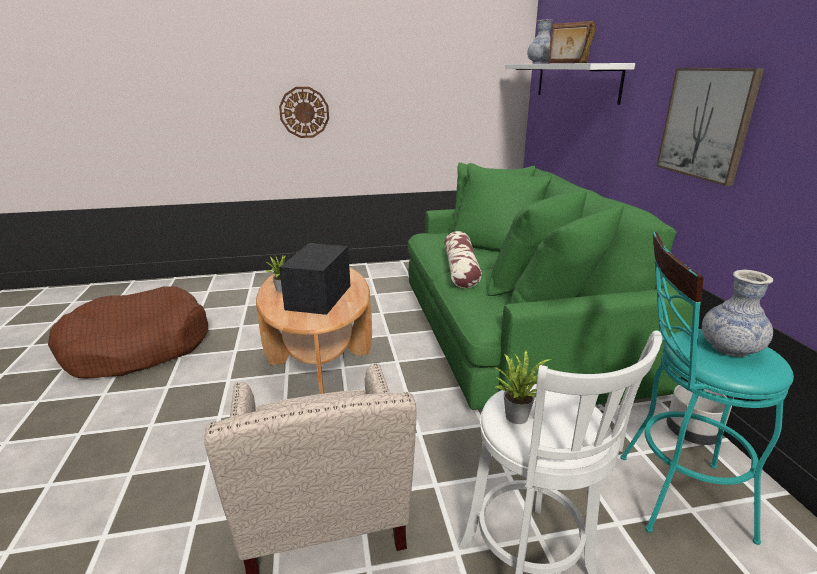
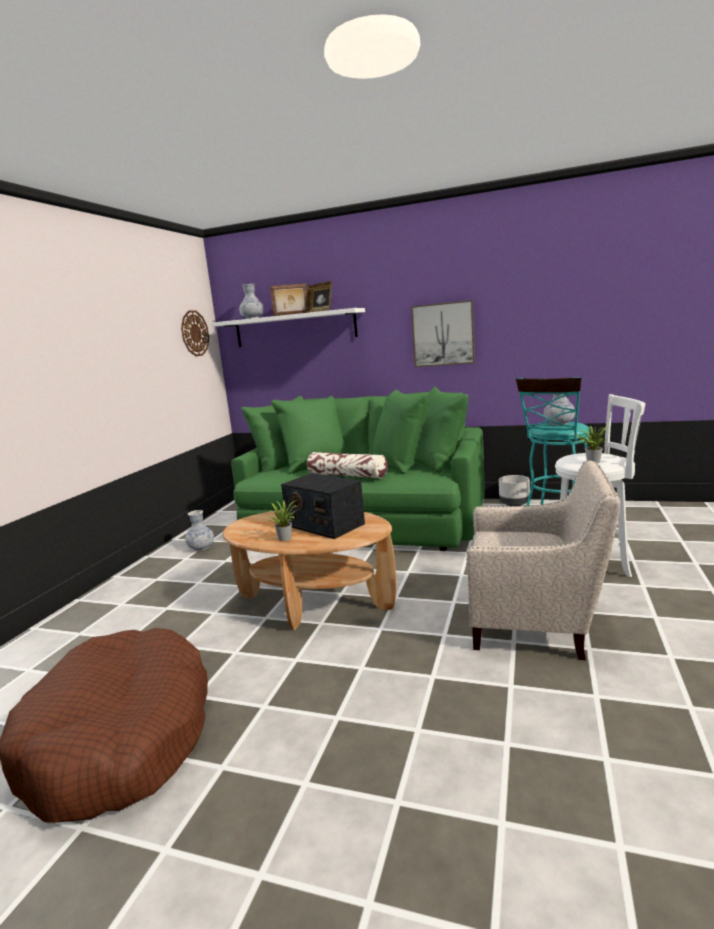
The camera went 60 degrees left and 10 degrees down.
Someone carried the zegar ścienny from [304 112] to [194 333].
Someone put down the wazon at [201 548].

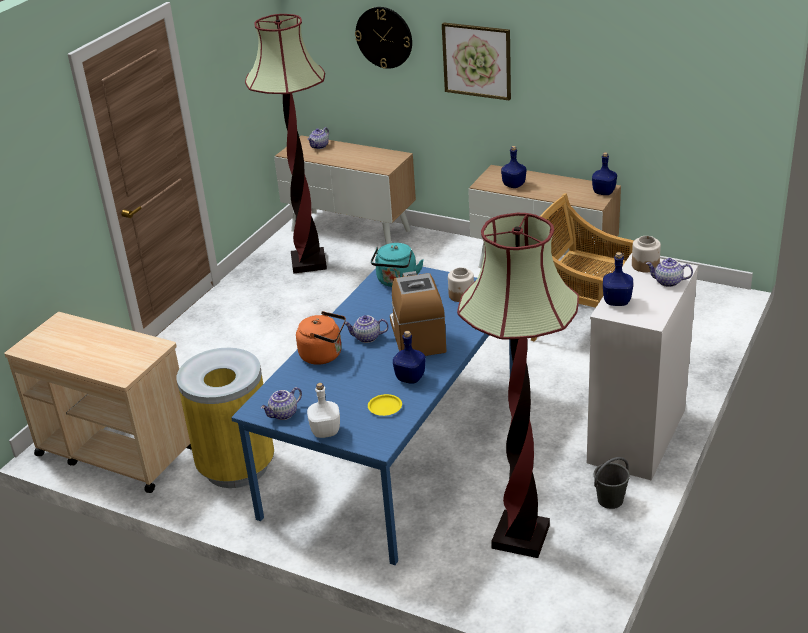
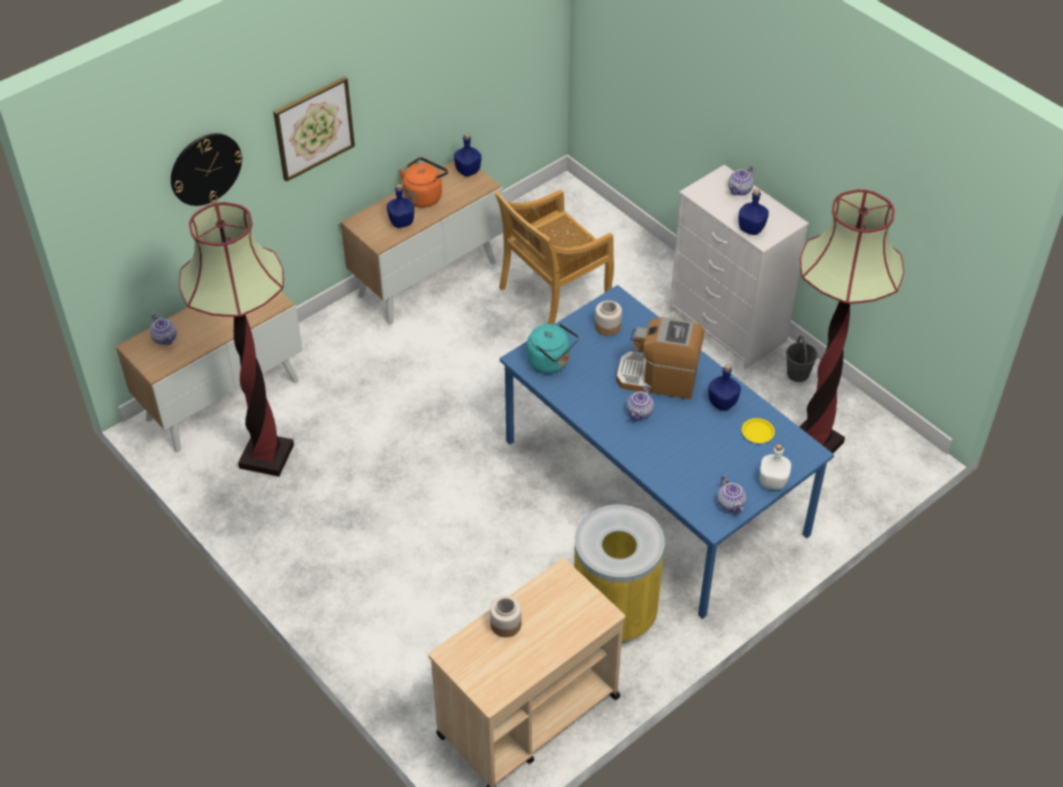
The camera went 70 degrees left and 15 degrees up.
Someone carried the czajnik (pomarańczowy) from [324 355] to [424 196].
Someone carried the słoik from [645 265] to [505 624].

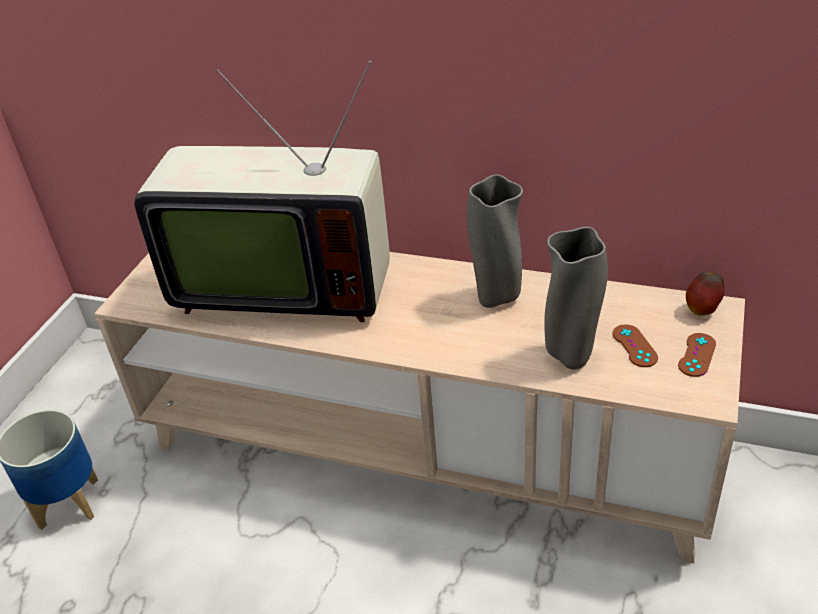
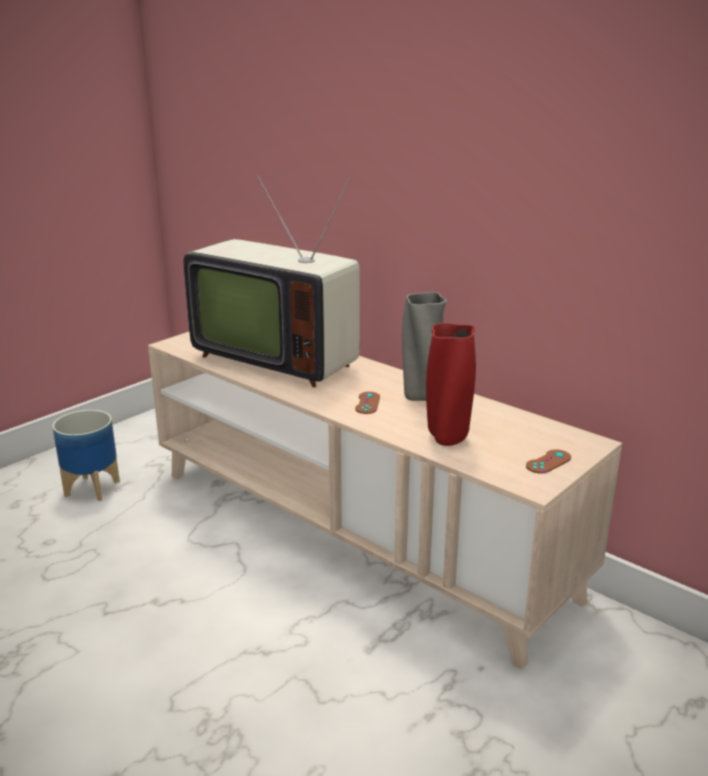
The camera went 20 degrees right and 15 degrees down.
Someone carried the pad do gier (brązowy) from [634 346] to [367 403].
Someone repainted the wazon (szary) at [571 355], which became the wazon (czerwony) at [447 438].
Someone took away the jabłko at [702 310].

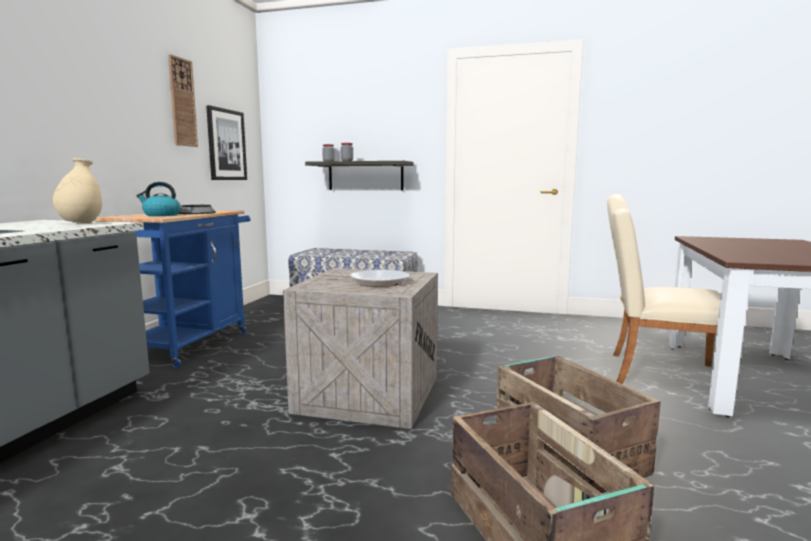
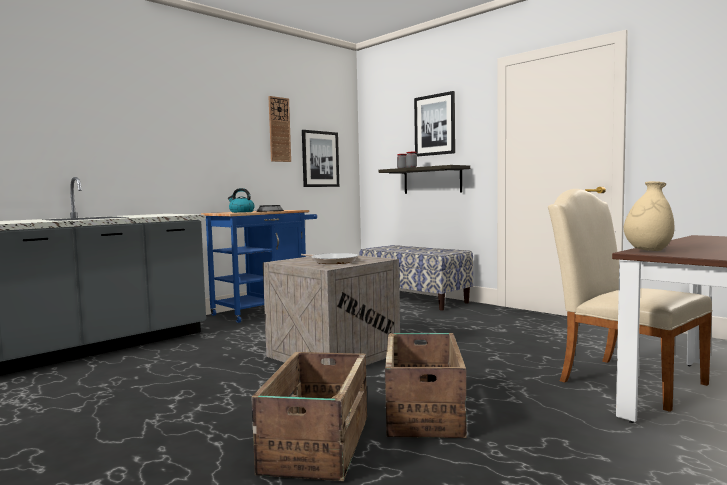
The camera went 30 degrees right and 5 degrees down.
Someone put up the obraz at [435 125].
Someone carried the wazon (beżowy) from [80 223] to [648 251].

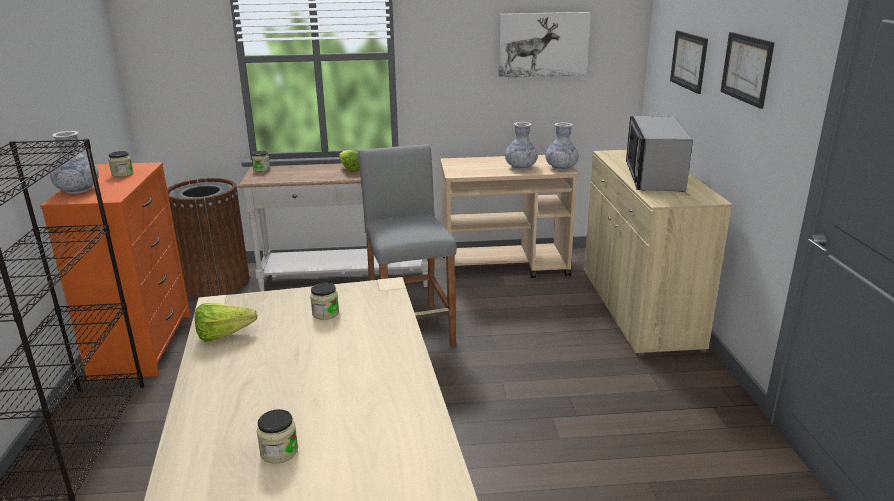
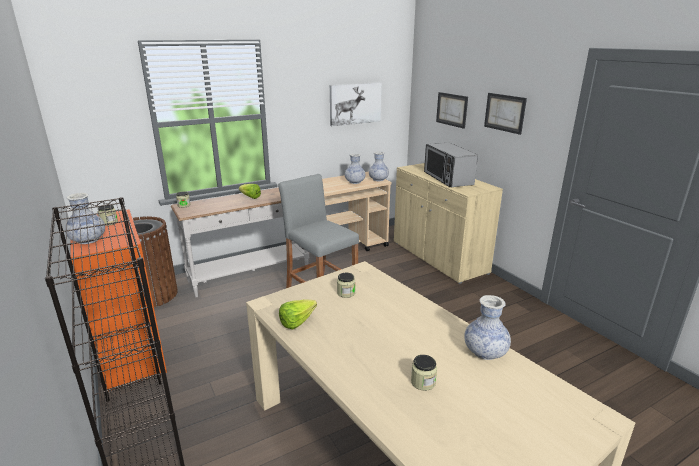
The camera went 25 degrees left and 0 degrees up.
Someone put down the wazon at [485 352].

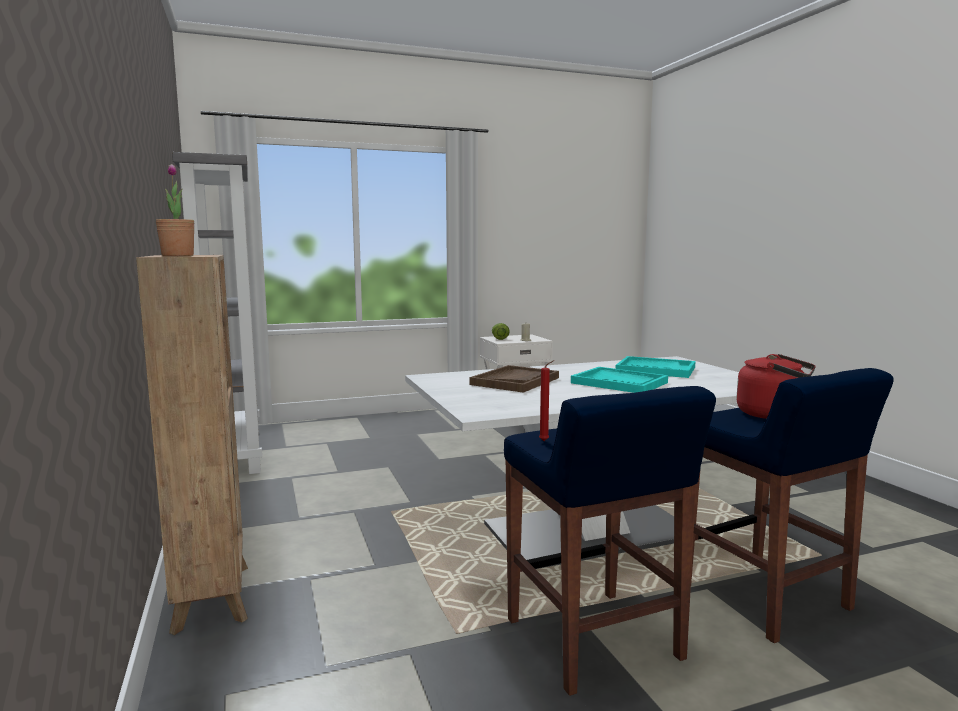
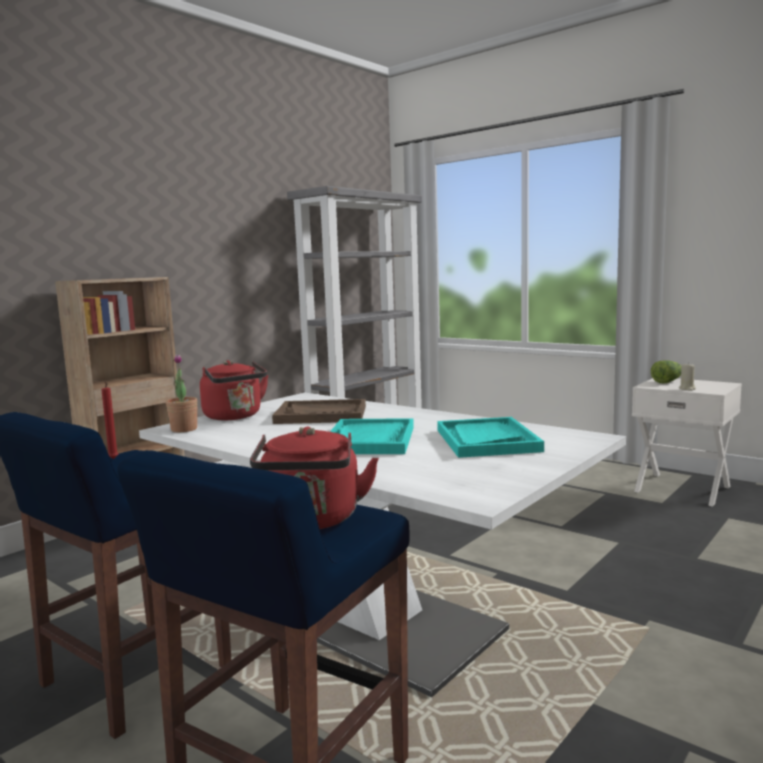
The camera went 60 degrees right and 0 degrees up.
Someone carried the roślina doniczkowa from [177 255] to [184 429].
Someone put down the czajnik (czerwony) at [235 417].

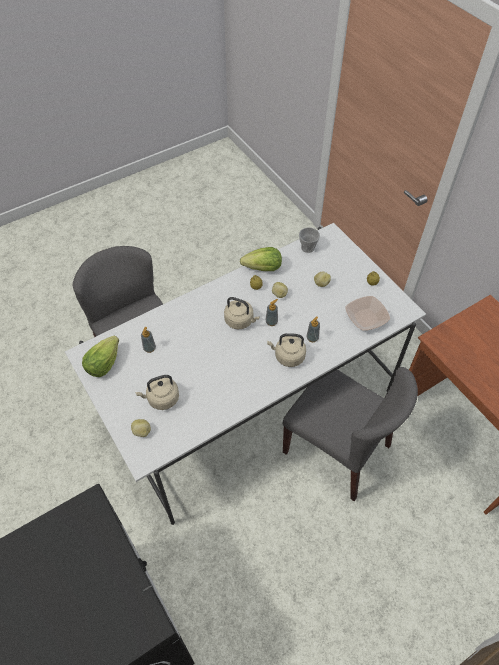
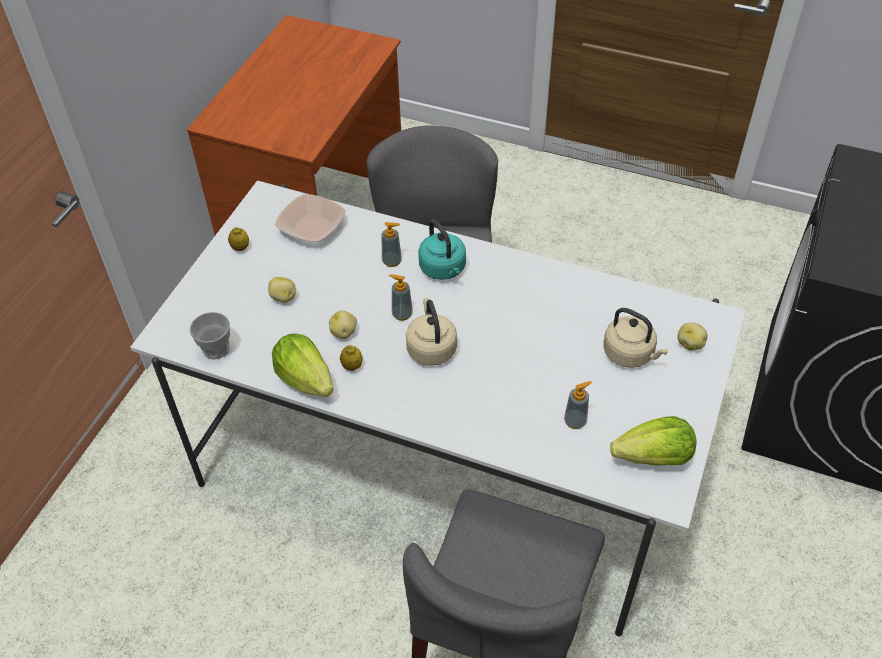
The camera went 125 degrees left and 5 degrees down.
Someone repainted the czajnik (beżowy) at [288 356], which became the czajnik (turkusowy) at [443 269].

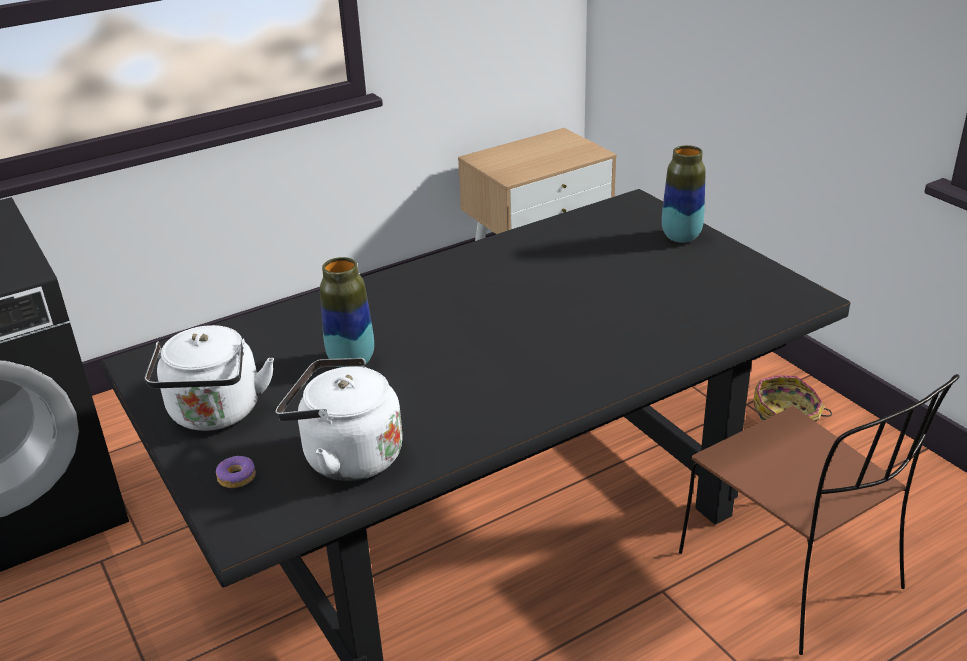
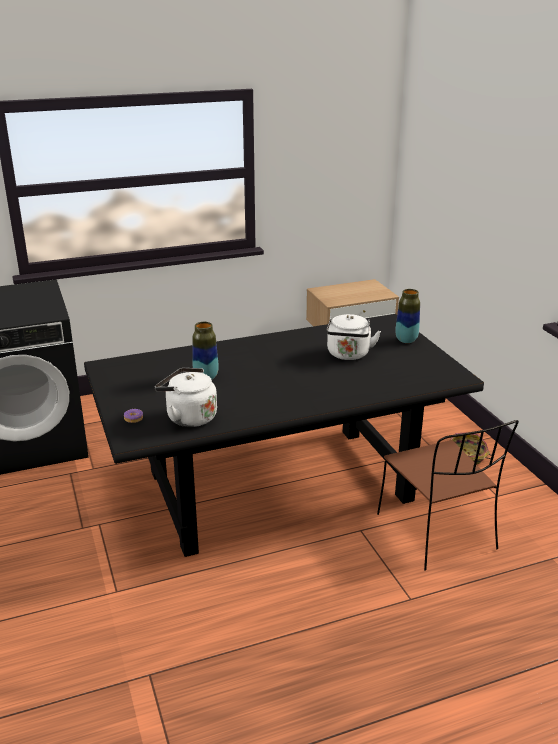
The camera went 10 degrees right and 5 degrees down.
Someone carried the czajnik (biały) from [215 414] to [348 355].

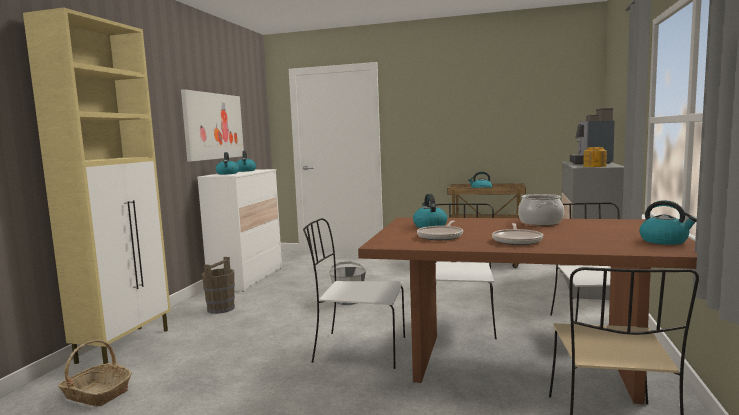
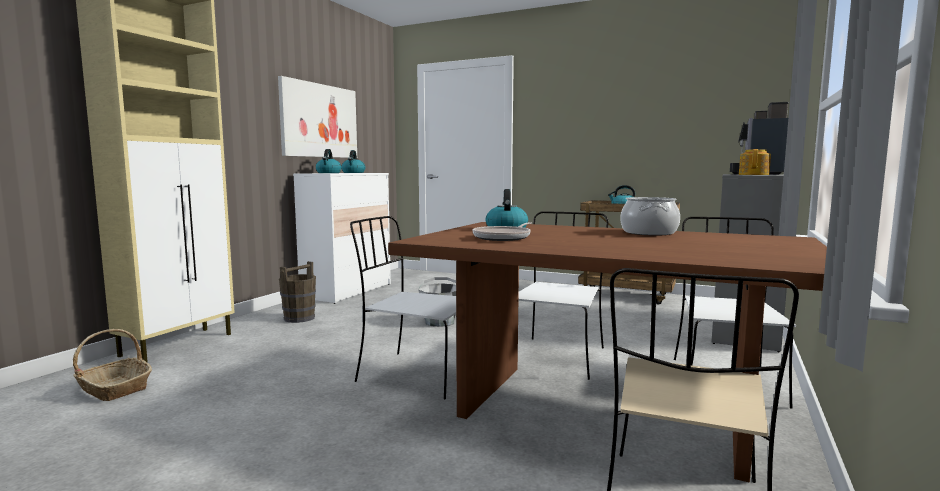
The camera went 10 degrees right and 0 degrees up.
Someone took away the patelnia at [517 240].
Someone took away the czajnik at [664 241].

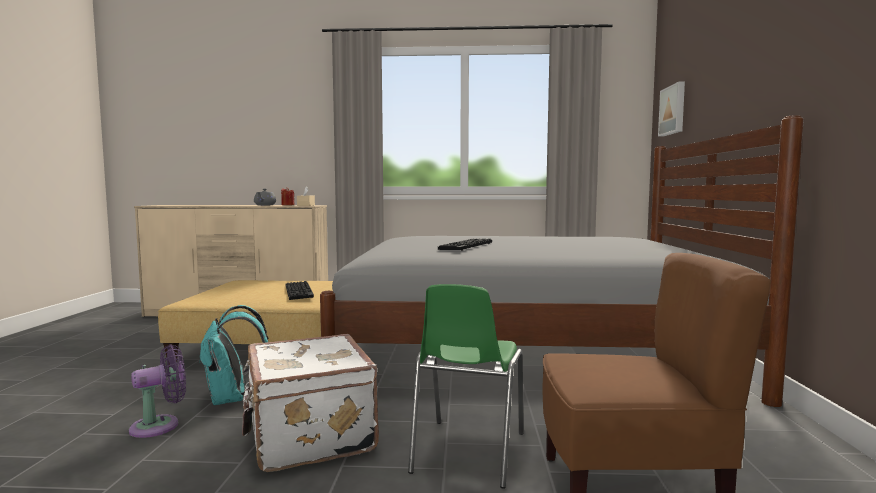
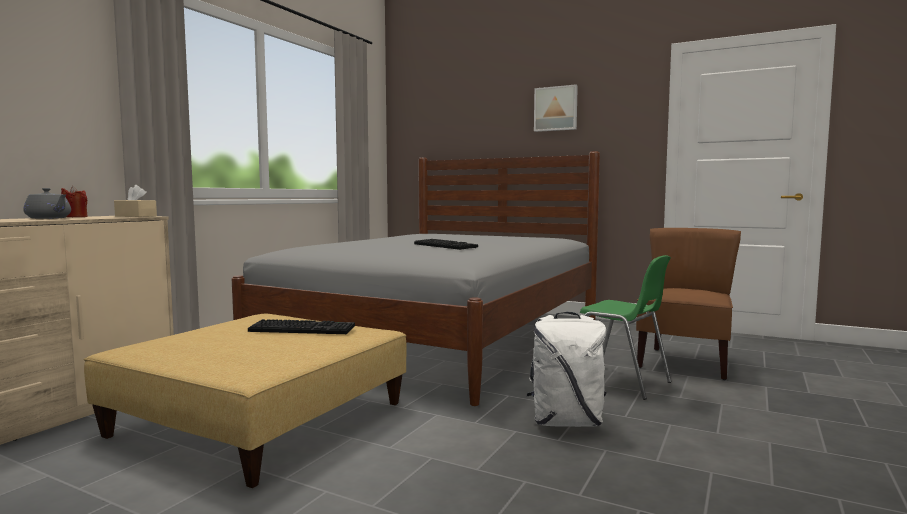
The camera went 65 degrees left and 0 degrees up.
Someone swapped the walizka (biały) at [308 436] for the plecak (biały) at [566 422].
Someone carried the obraz from [673 110] to [556 109].
Someone took away the wentylator (fioletowy) at [160 425].
Someone took away the plecak (turkusowy) at [232 398].

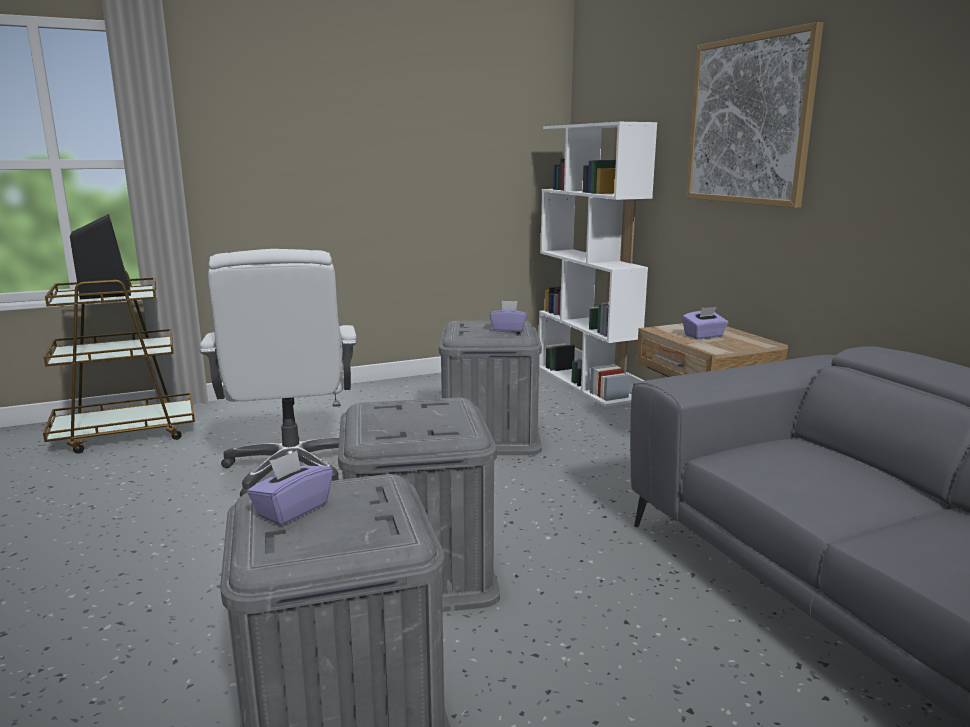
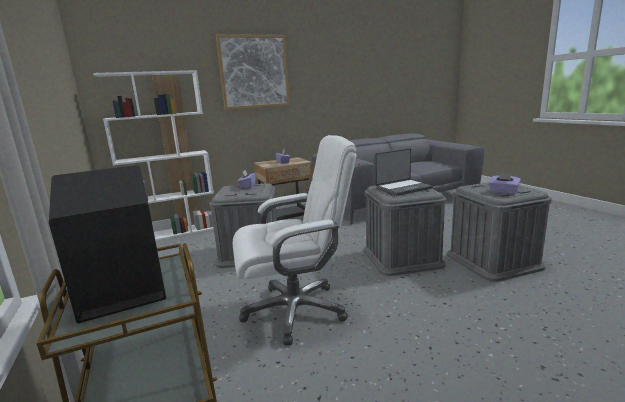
The camera went 90 degrees left and 0 degrees up.
Someone put down the laptop at [402 188].

